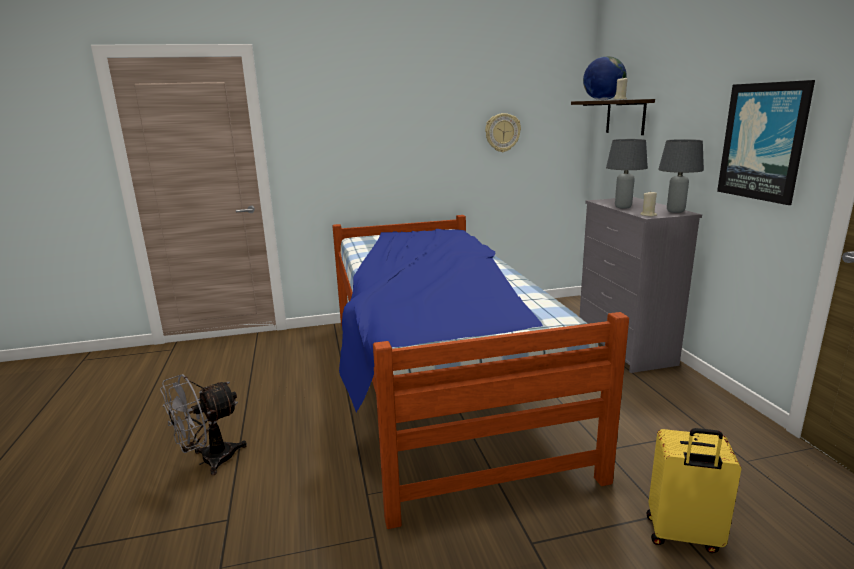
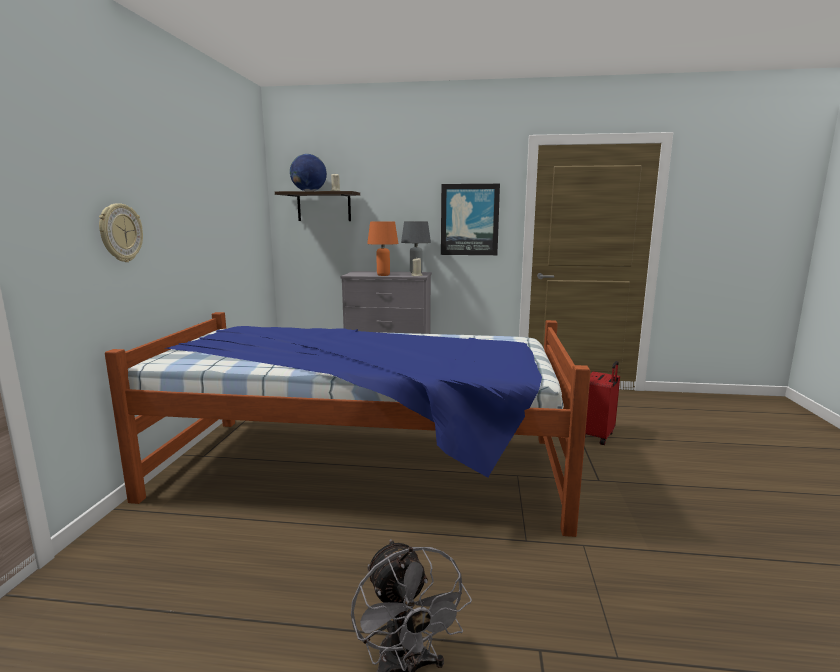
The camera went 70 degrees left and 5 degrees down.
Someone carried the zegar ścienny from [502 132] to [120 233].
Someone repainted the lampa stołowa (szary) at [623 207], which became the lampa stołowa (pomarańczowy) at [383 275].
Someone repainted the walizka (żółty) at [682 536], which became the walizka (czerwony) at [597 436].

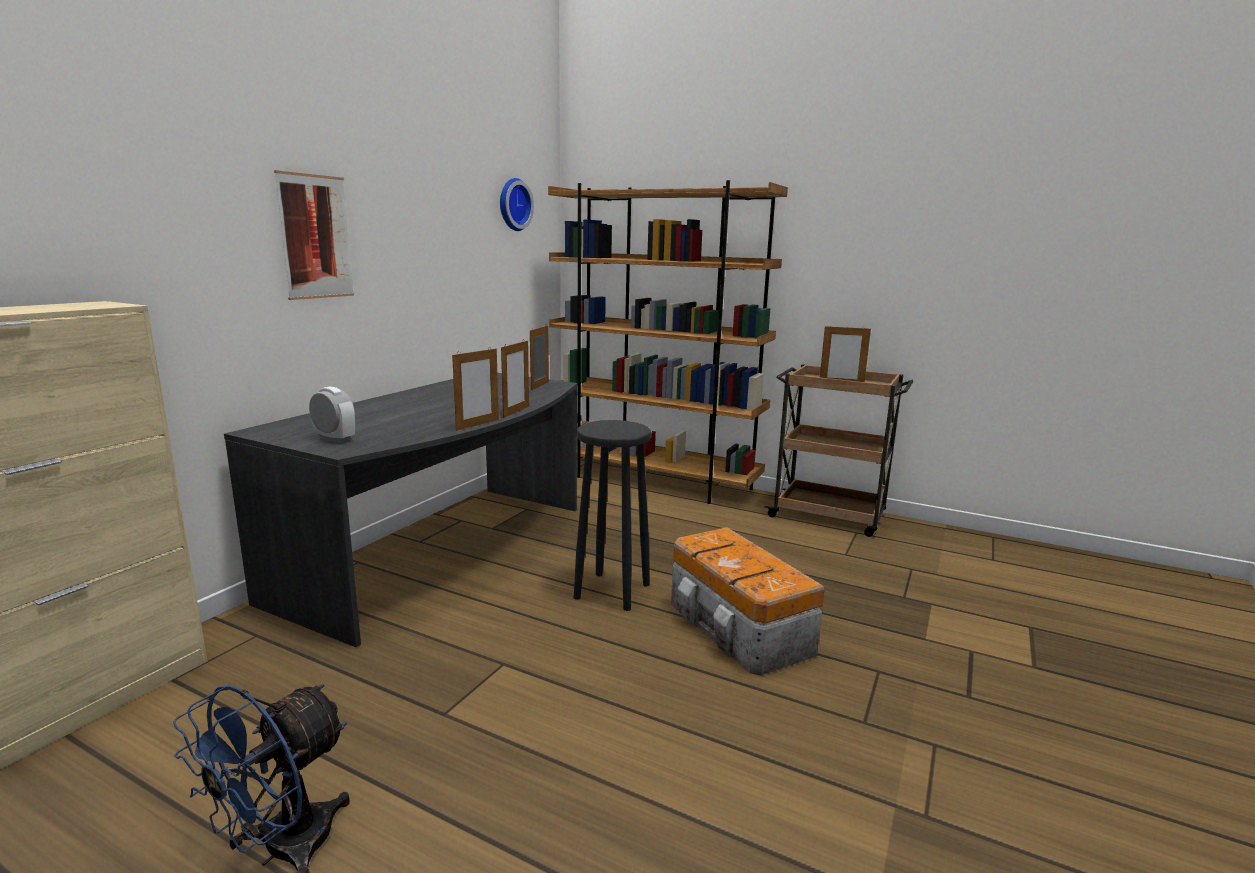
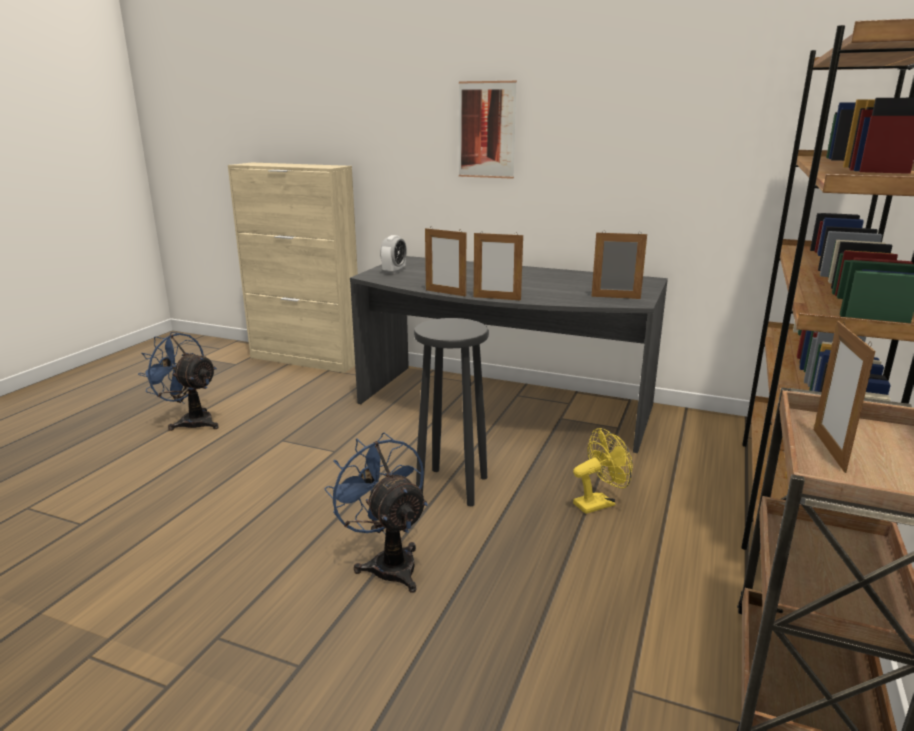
The camera went 85 degrees right and 5 degrees up.
Someone swapped the pojemnik do przechowywania at [738 629] for the wentylator (niebieski) at [388 563].
Someone put down the wentylator (żółty) at [599 503].
Someone took away the zegar ścienny at [512 204].

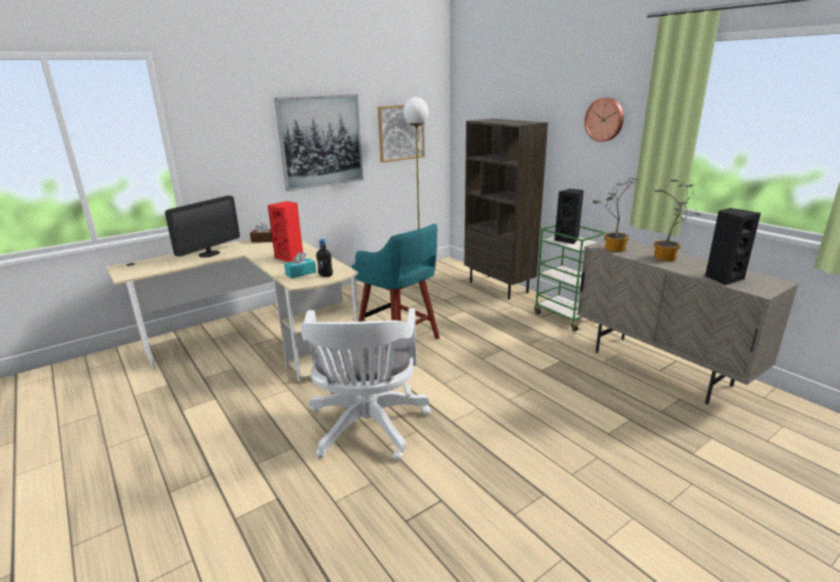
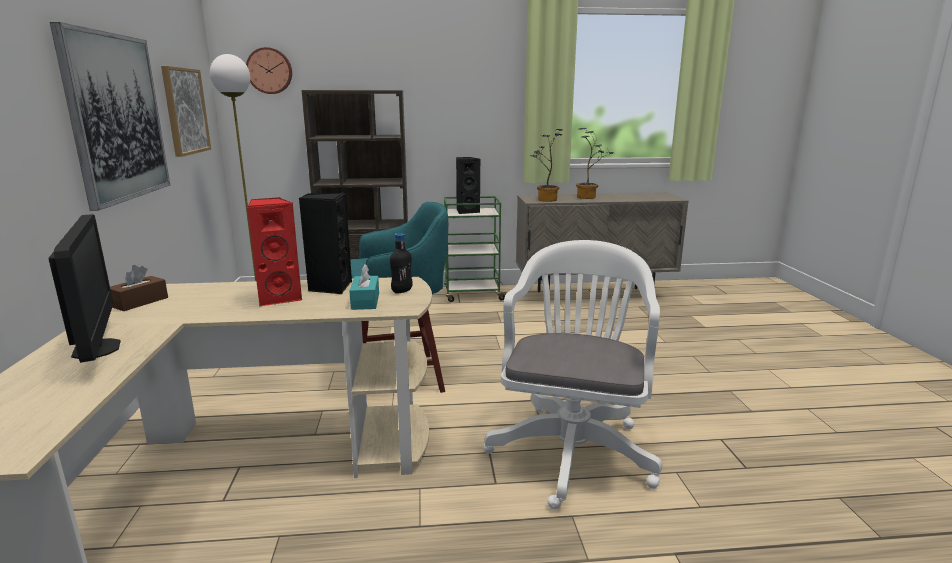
The camera went 60 degrees left and 5 degrees down.
Someone carried the zegar ścienny from [605 119] to [269 71].
Someone carried the głośnik (czarny) from [723 278] to [330 287].
Someone rotated the krzesło biurowe (biały) at [367 428] by 105 degrees counterclockwise.

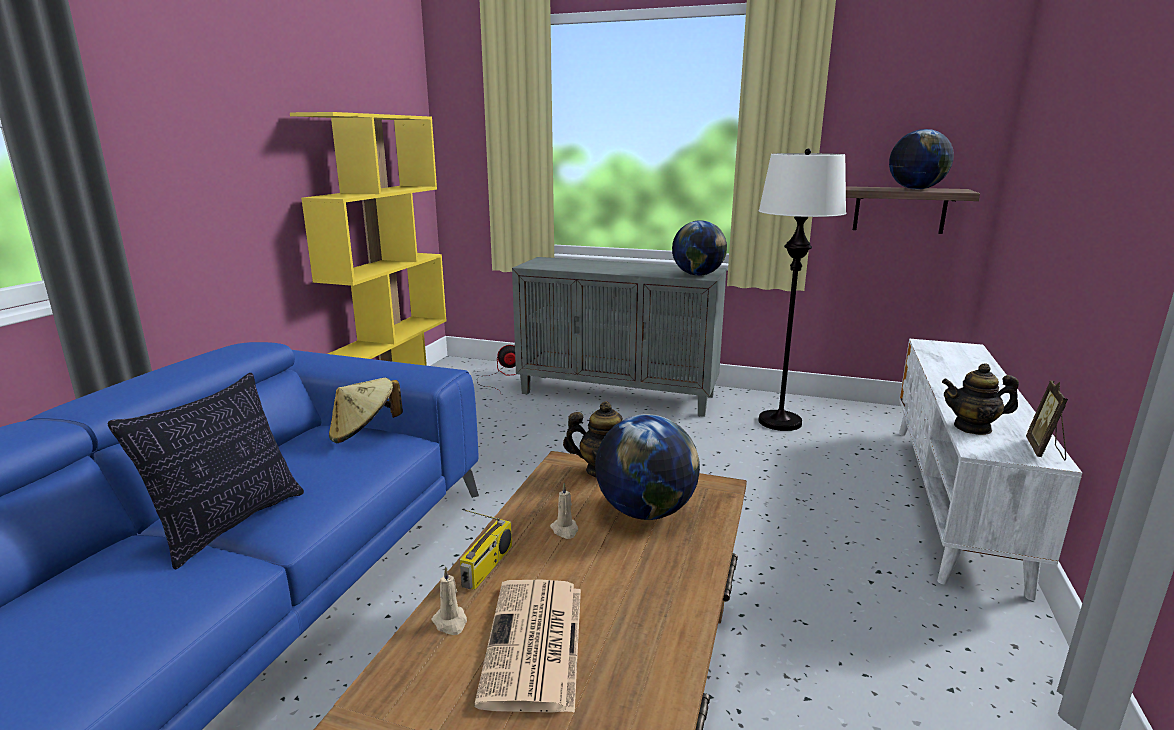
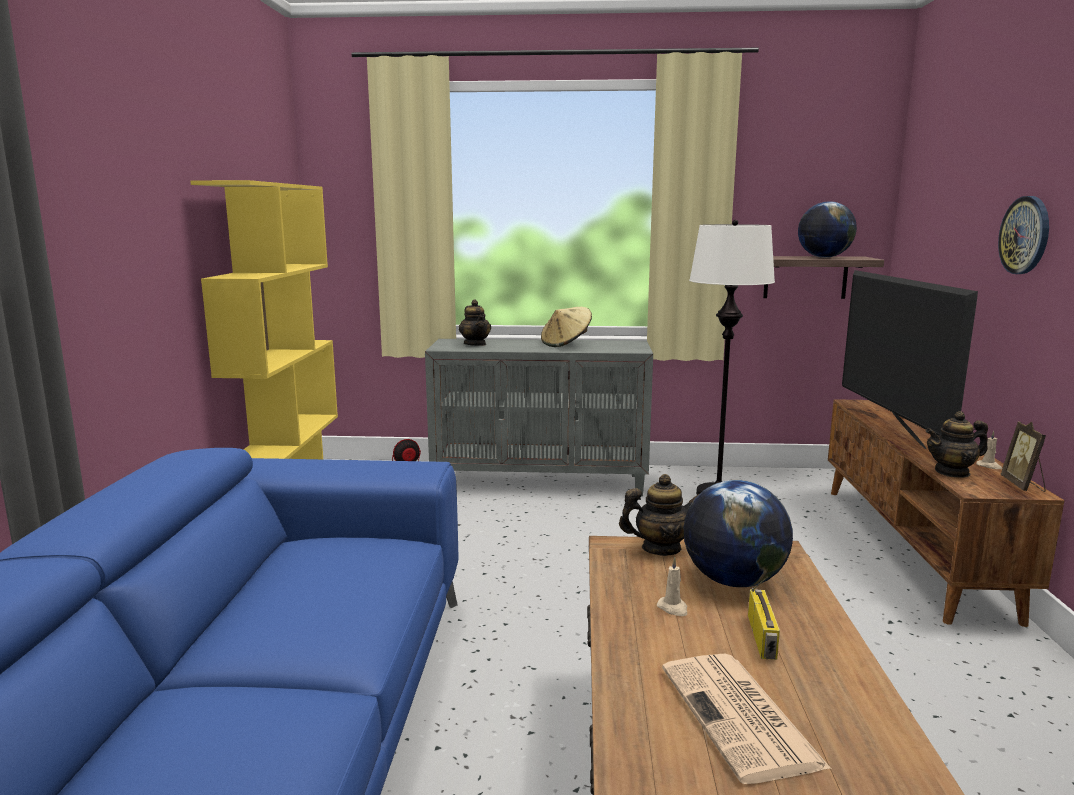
The camera went 15 degrees left and 5 degrees down.
Someone put down the imbryk at [475 344].
Someone carried the kapelusz (beżowy) from [364 432] to [566 344].
Someone carried the radio from [488 567] to [763 638].
Someone repainted the szafka pod telewizor (biały) at [953 499], which became the szafka pod telewizor (brązowy) at [912 547].
Someone put down the telewizor at [891 428].
Someone carried the świeca (beżowy) from [450 622] to [989 466].
Someone put up the zegar ścienny at [1025 235].
Someone took away the poduszka at [230 523].
Someone took away the globus at [697 275].

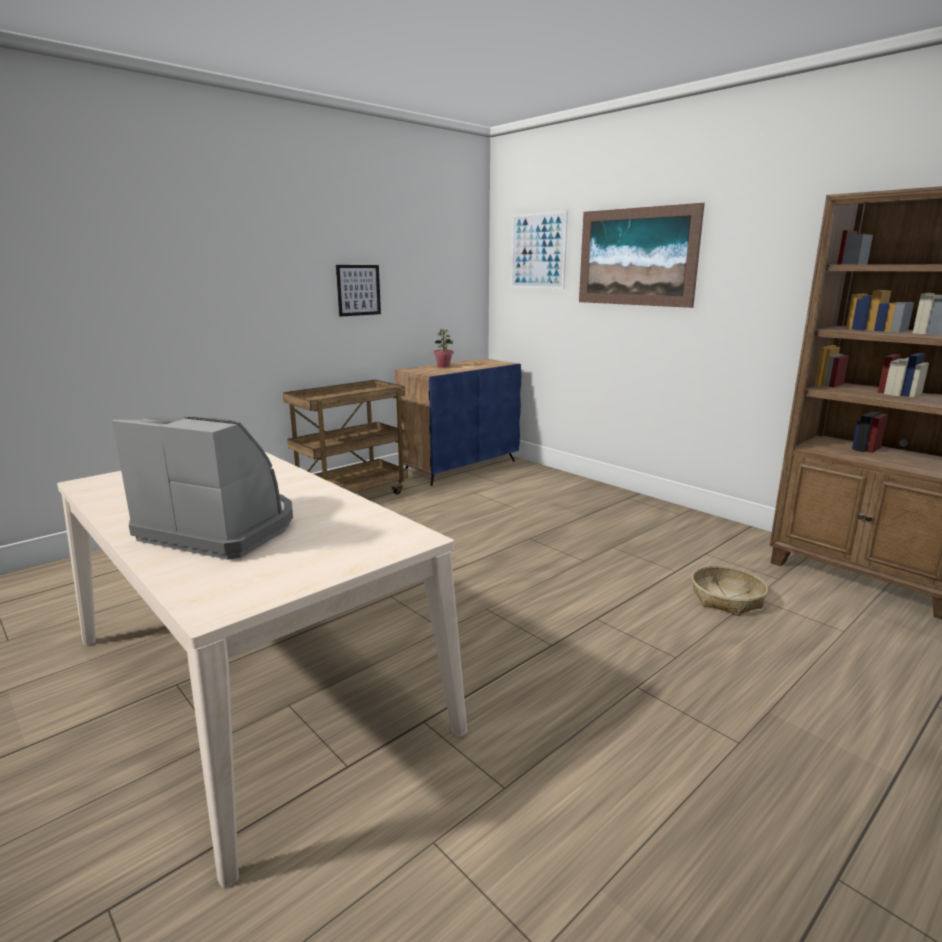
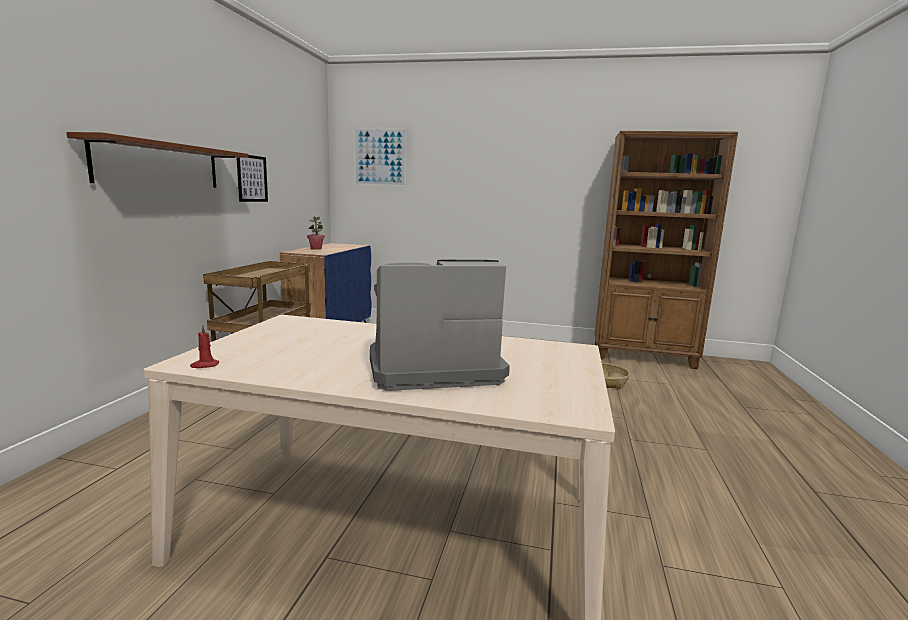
The camera went 35 degrees left and 5 degrees down.
Someone put up the półka (brązowy) at [160 165].
Someone put down the świeca (czerwony) at [204 365].
Someone took away the obraz at [636 257].

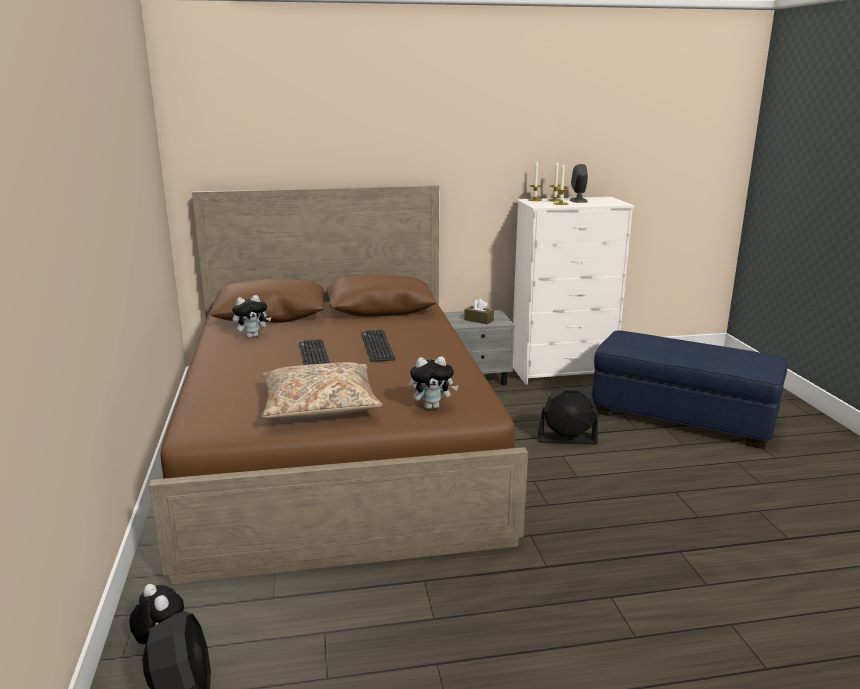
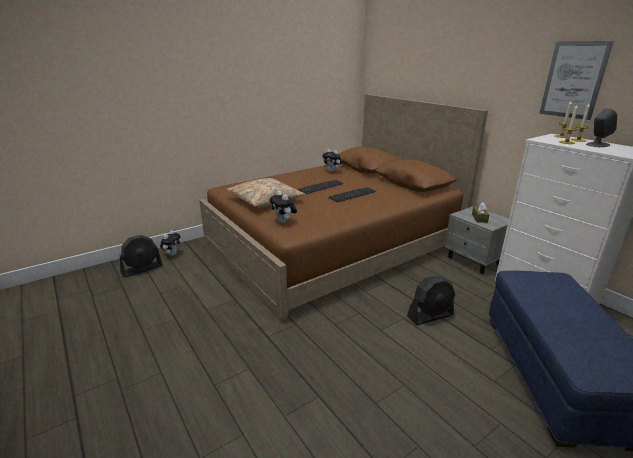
The camera went 65 degrees right and 5 degrees up.
Someone rotated the wentylator (czarny) at [567 439] by 90 degrees counterclockwise.
Someone put up the obraz at [573 80].

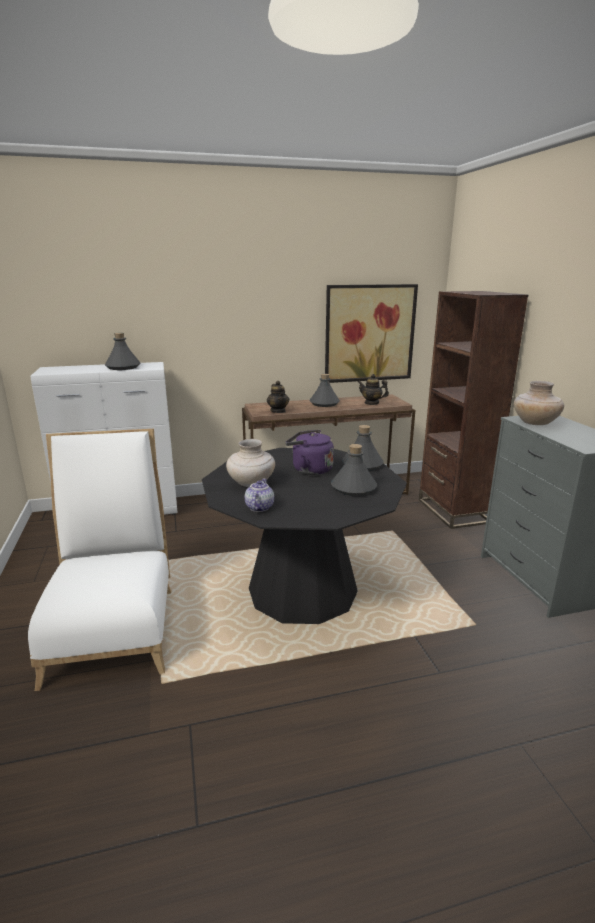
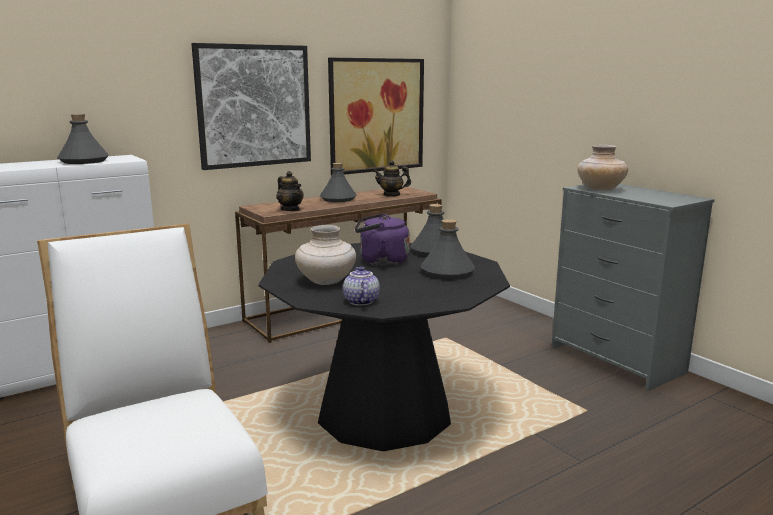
The camera went 20 degrees left and 5 degrees down.
Someone put up the obraz at [254 106].
Someone took away the regał (brązowy) at [453 511].

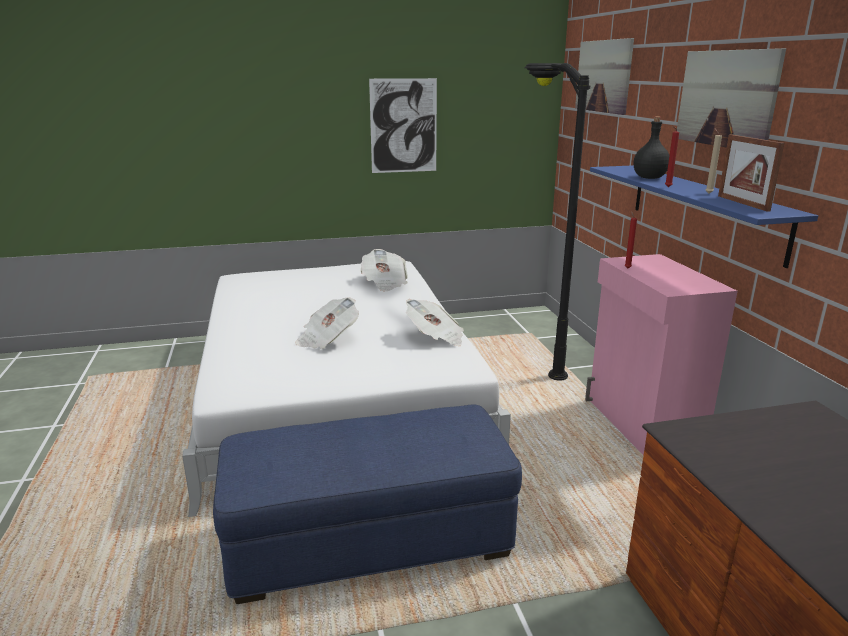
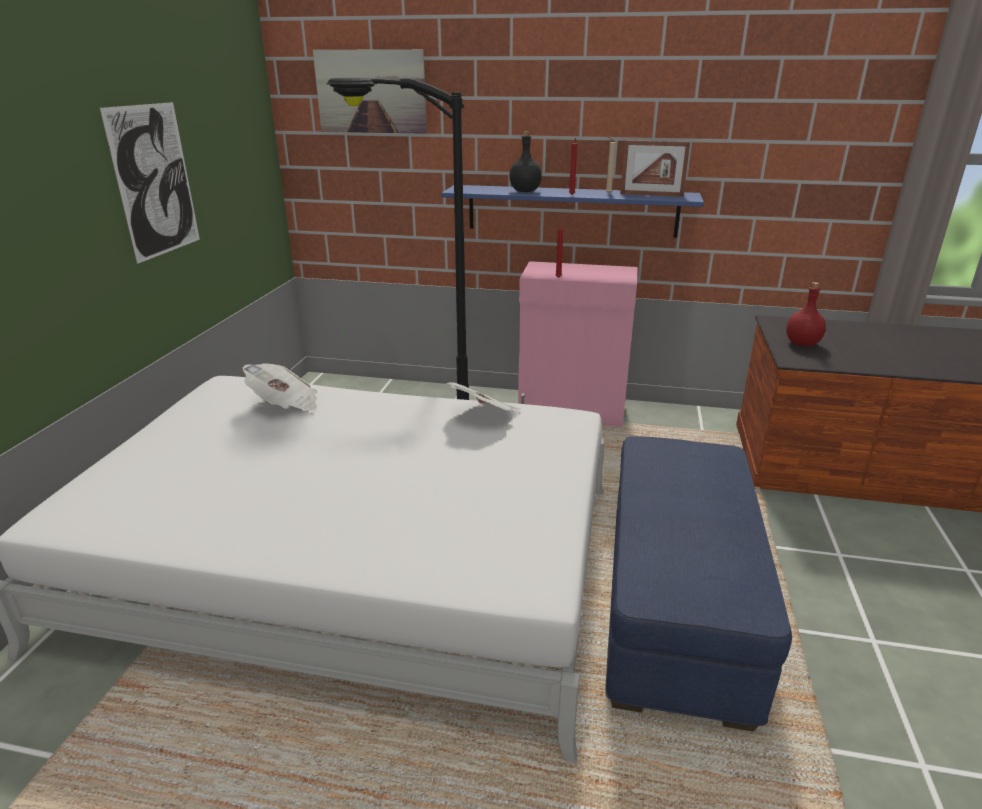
The camera went 65 degrees left and 5 degrees up.
Someone put down the butelka (czerwony) at [801 343].
Someone took away the gazeta at [327 339].
Someone took away the obraz at [726 98].

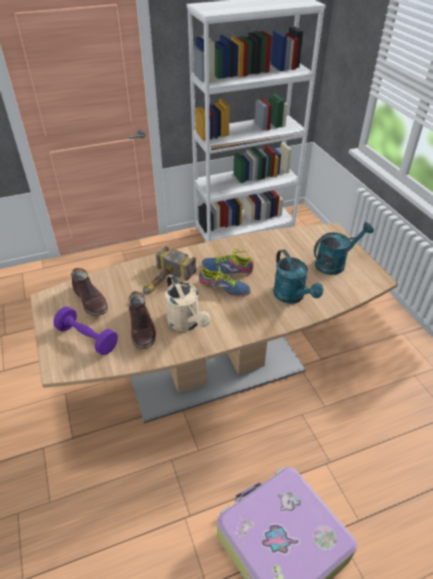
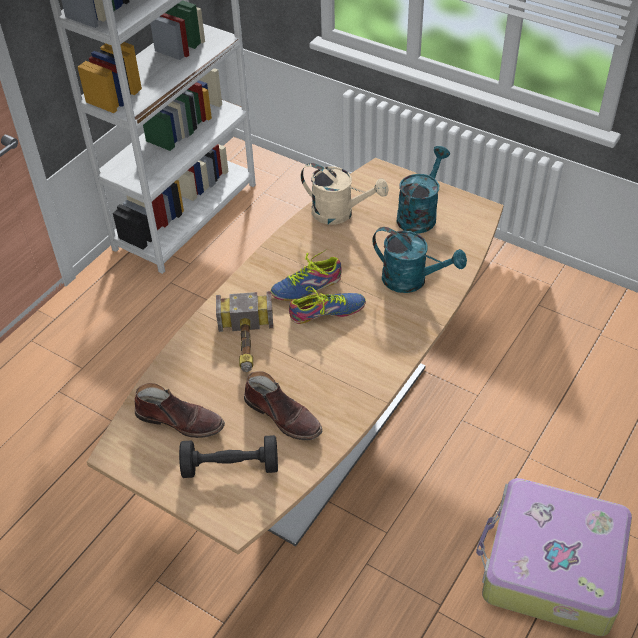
The camera went 35 degrees left and 5 degrees up.
Someone repainted the hantel (fioletowy) at [87 338], which became the hantel (czarny) at [231 467].
Someone carried the konewka (beżowy) from [187 323] to [340 213].

